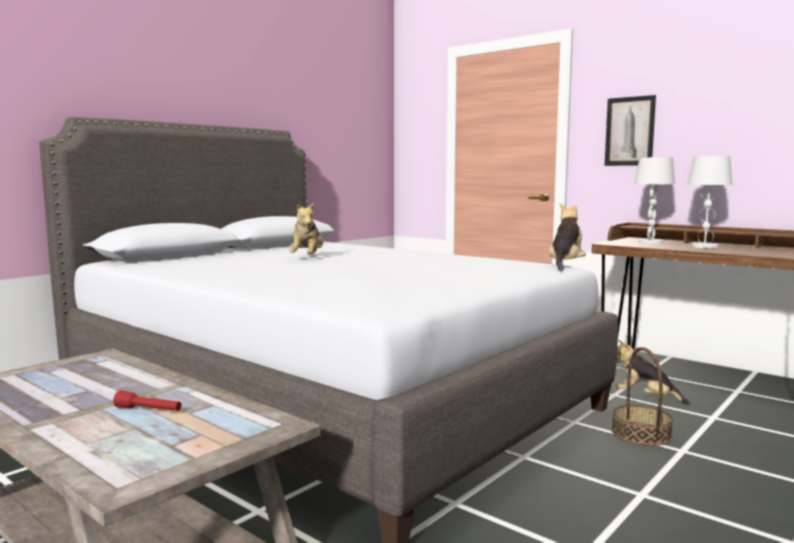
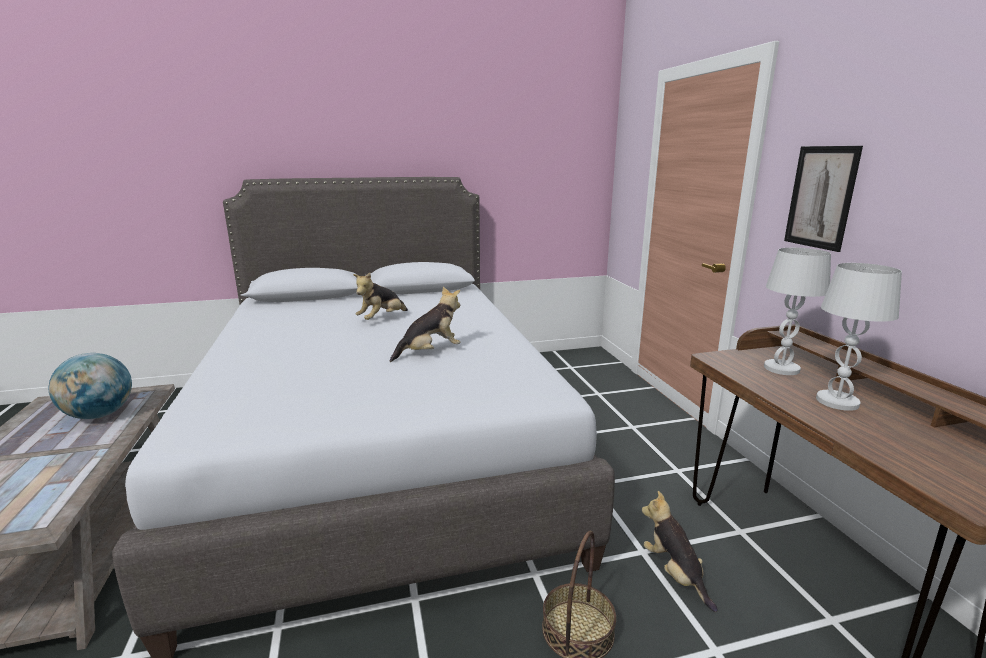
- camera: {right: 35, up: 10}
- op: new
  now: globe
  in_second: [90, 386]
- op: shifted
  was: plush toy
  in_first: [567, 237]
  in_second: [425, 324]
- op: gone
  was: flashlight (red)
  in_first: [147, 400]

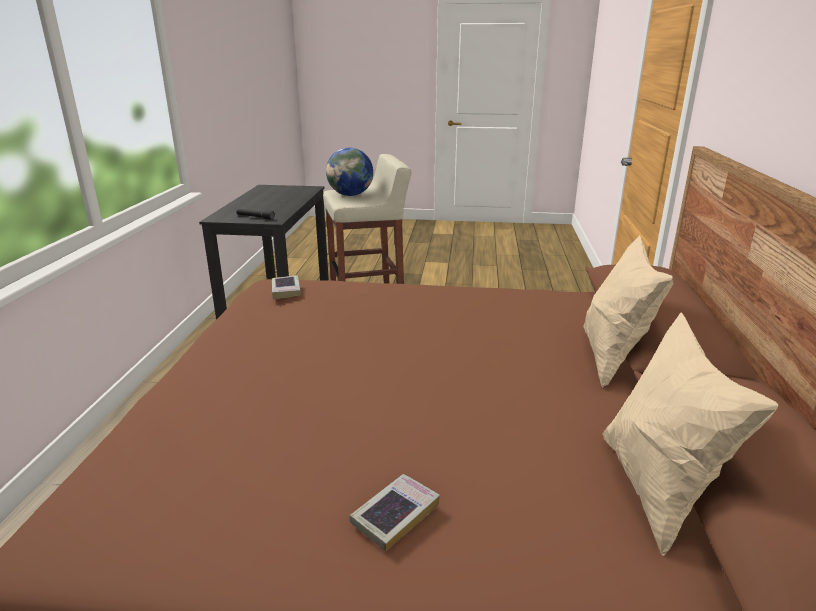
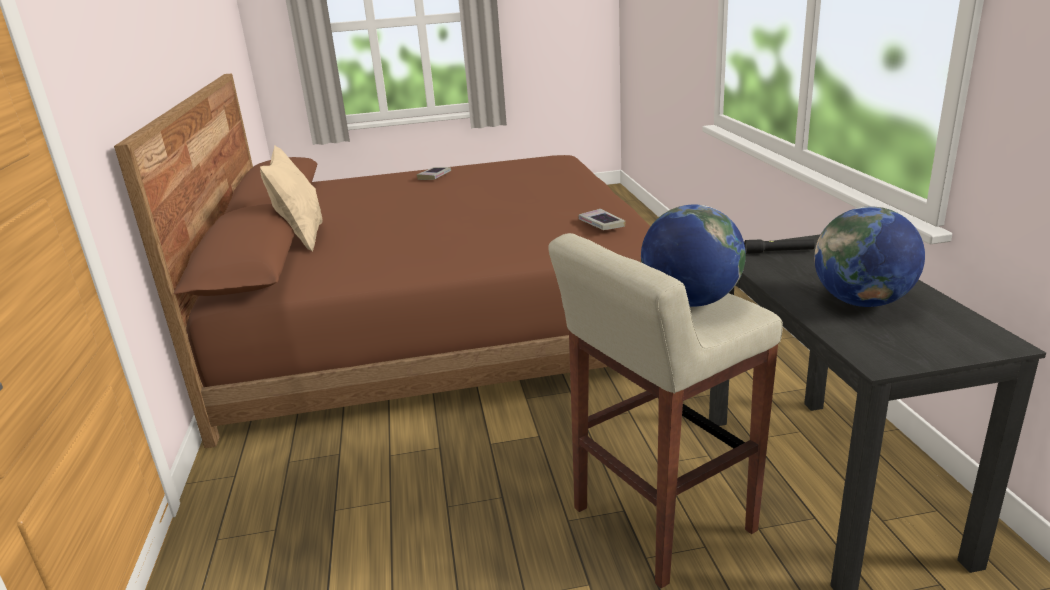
- camera: {right: 165, up: 0}
- op: new
  now: globe
  in_second: [869, 257]
- op: gone
  was: pillow (beige)
  in_first: [690, 434]

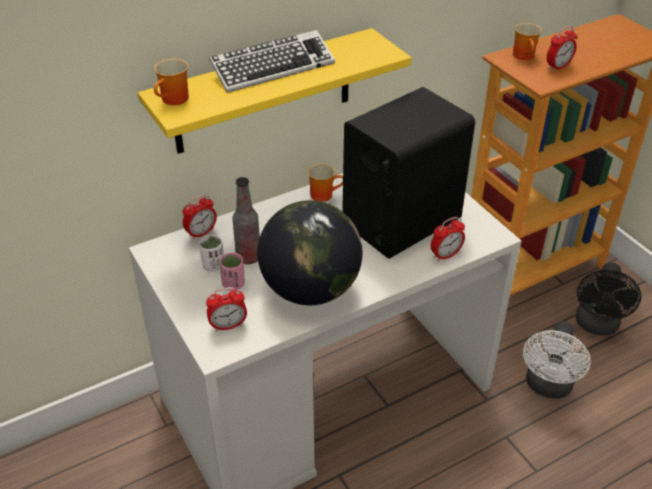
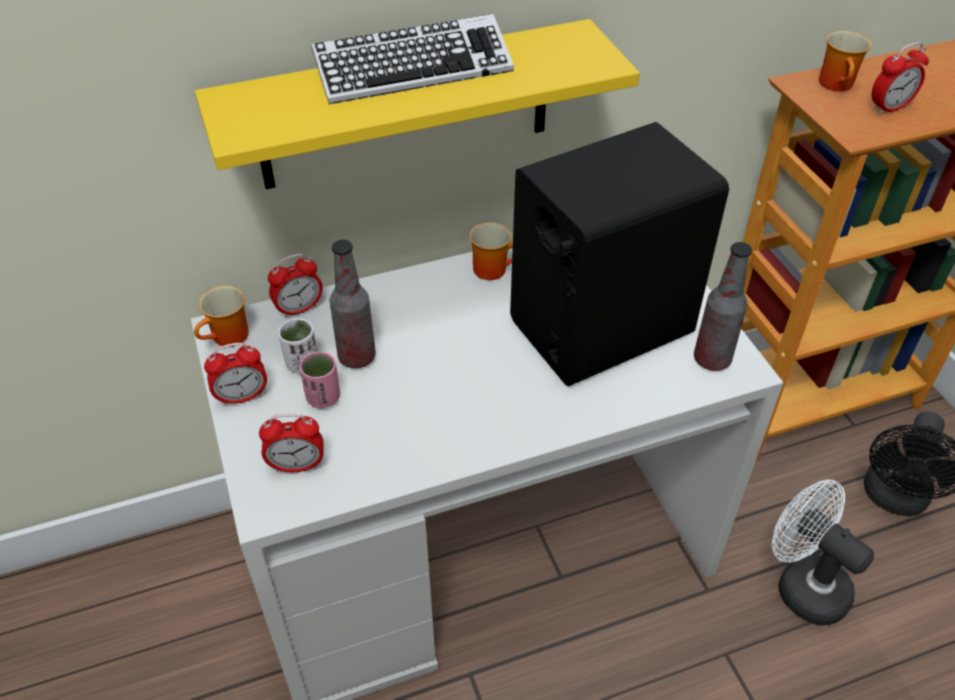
- camera: {right: 10, up: 5}
- op: shifted
  was: mug
  in_first: [171, 81]
  in_second: [221, 316]
- op: shifted
  was: alarm clock
  in_first: [448, 239]
  in_second: [235, 374]
- op: new
  now: bottle
  in_second: [723, 306]
- op: rotated
  was: fan (white)
  in_first: [557, 360]
  in_second: [823, 552]
  clockwise: 105
- op: gone
  was: globe
  in_first: [310, 252]

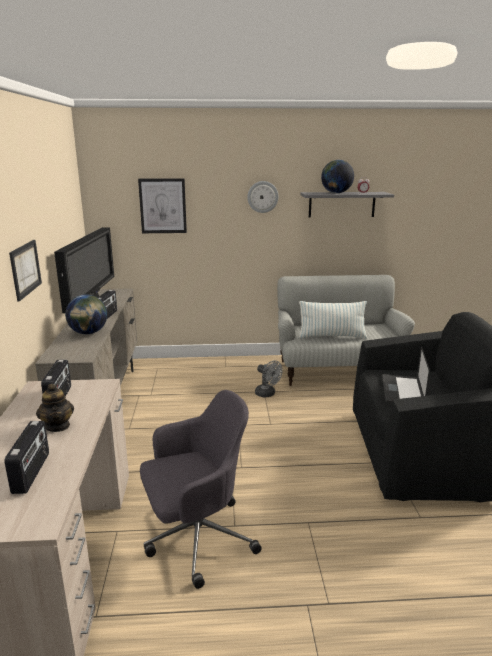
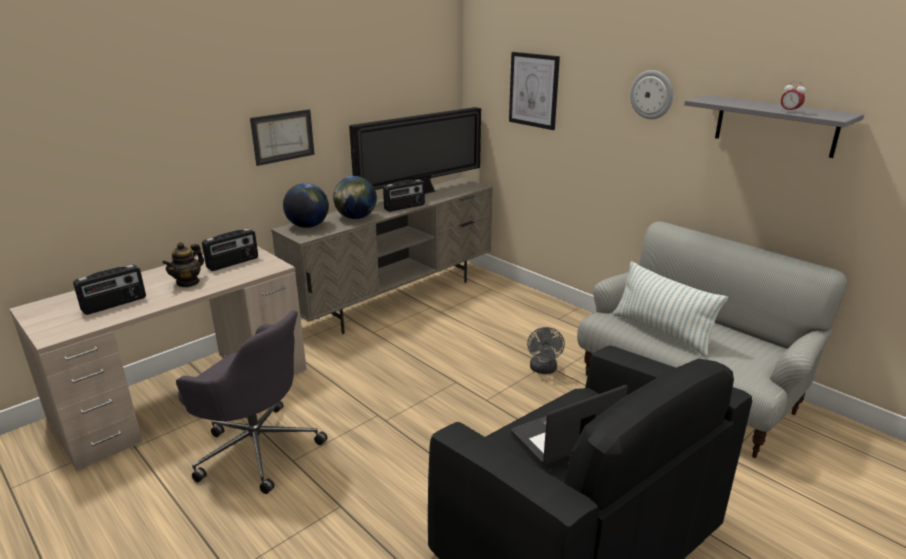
- camera: {right: 50, up: 5}
- op: shifted
  was: globe
  in_first: [337, 176]
  in_second: [306, 205]

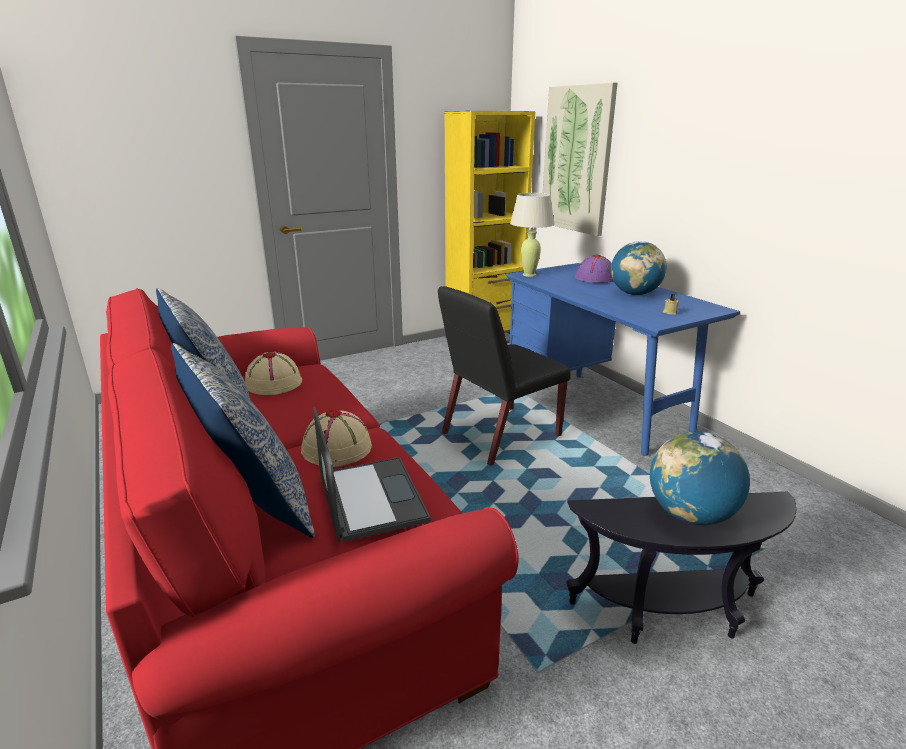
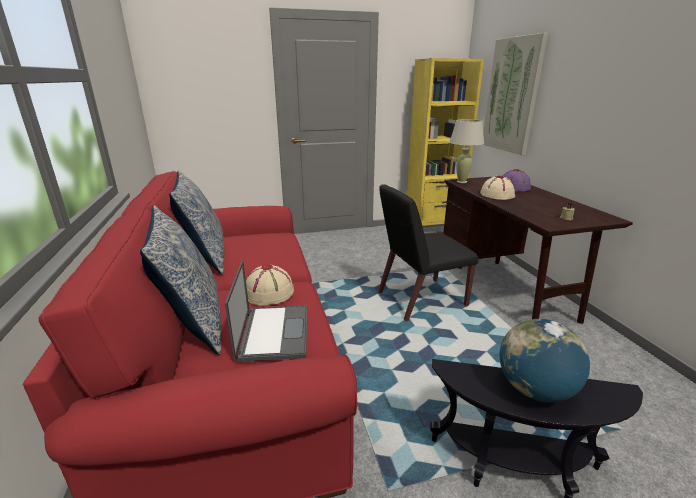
- camera: {right: 15, up: 0}
- op: repainted
  was: desk (blue)
  now: desk (brown)
  in_first: [623, 359]
  in_second: [538, 250]
- op: shifted
  was: hat (beige)
  in_first: [273, 373]
  in_second: [497, 188]
- op: gone
  was: globe
  in_first: [639, 268]

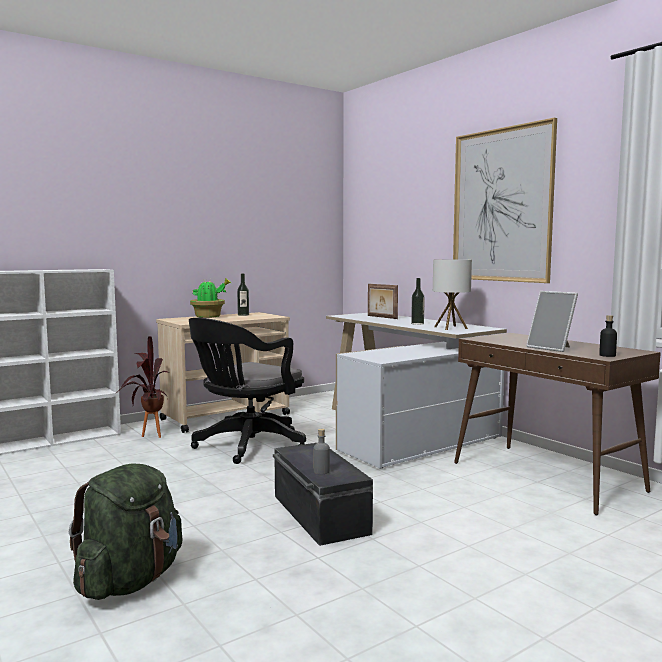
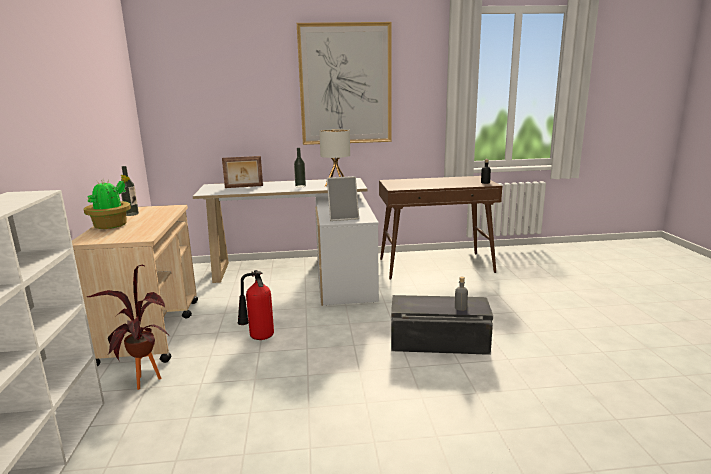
- camera: {right: -60, up: 10}
- op: swapped
  was: office chair (black)
  now: fire extinguisher
  in_first: [247, 391]
  in_second: [256, 305]
- op: shifted
  was: picture frame
  in_first: [552, 321]
  in_second: [343, 198]
- op: gone
  was: backpack (green)
  in_first: [125, 531]

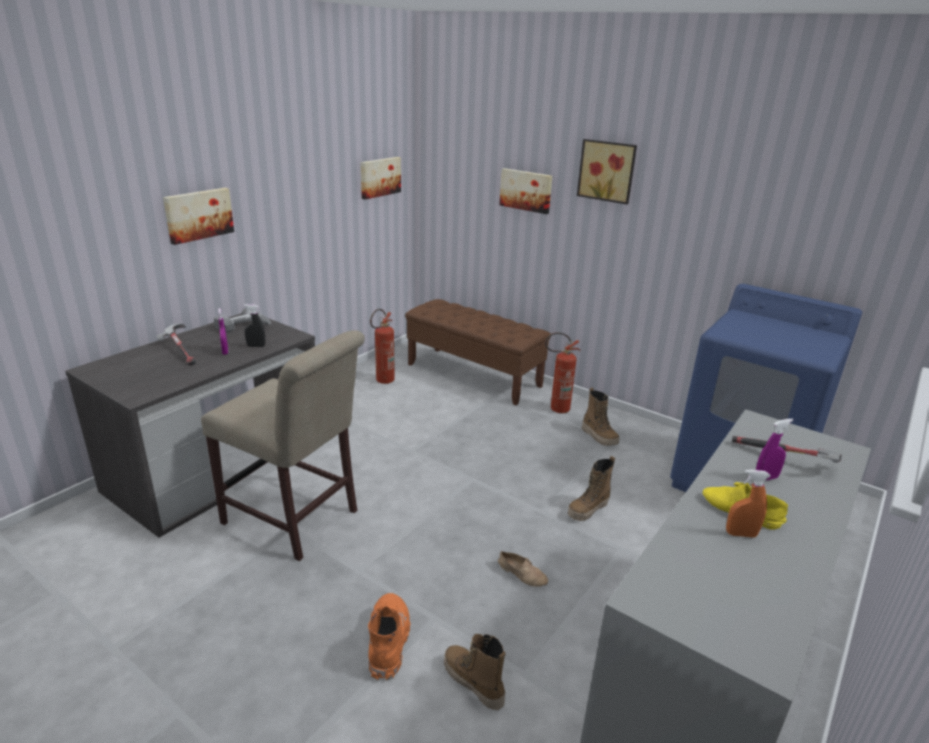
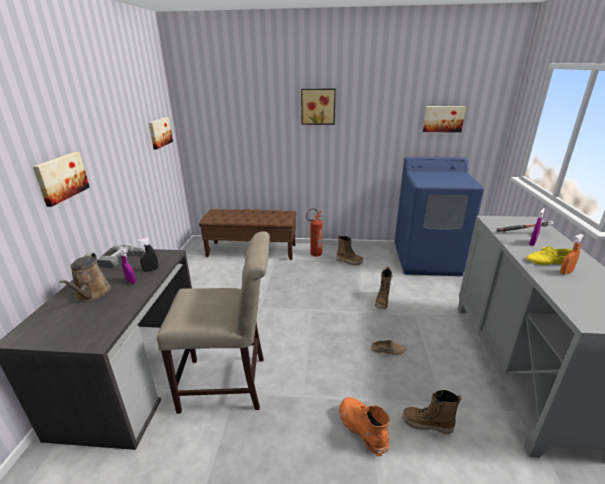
- camera: {right: -30, up: 0}
- op: swapped
  was: hammer
  now: watering can (brown)
  in_first: [176, 345]
  in_second: [85, 276]
- op: shifted
  was: picture
  in_first: [525, 191]
  in_second: [444, 119]
- op: gone
  was: fire extinguisher
  in_first: [382, 346]

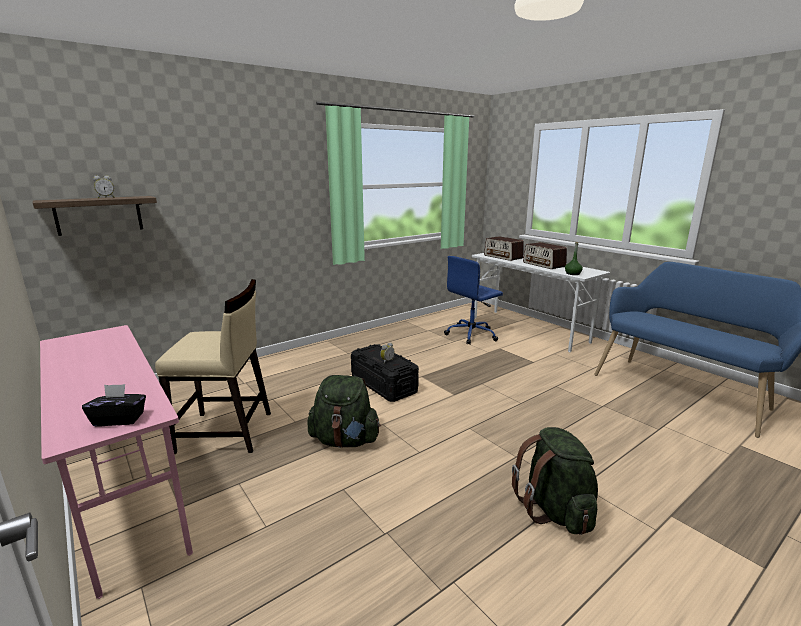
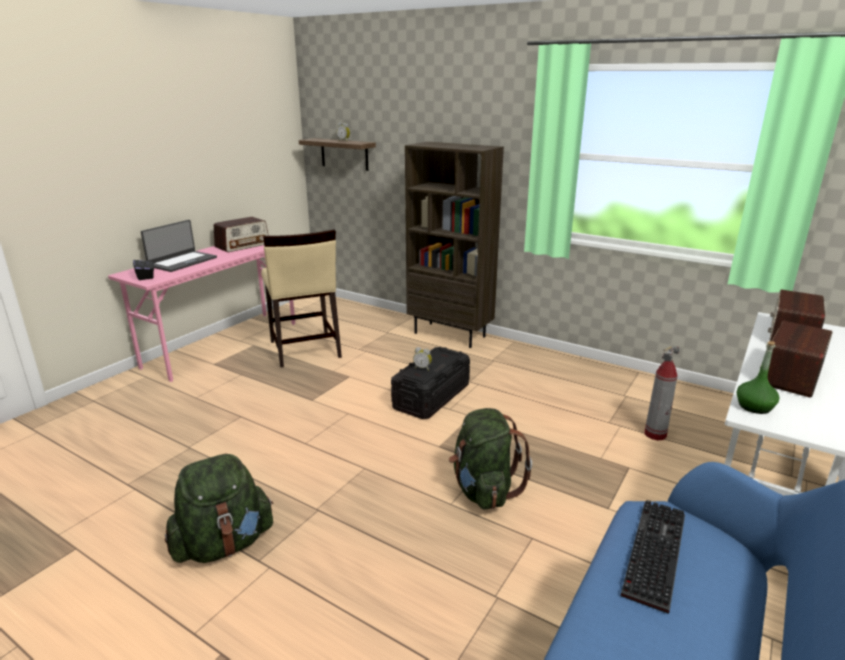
- camera: {right: 70, up: 5}
- op: new
  now: laptop
  in_second: [179, 246]
- op: new
  now: radio
  in_second: [241, 234]
- op: new
  now: bookcase (brown)
  in_second: [454, 245]
- op: shifted
  was: backpack (green)
  in_first: [344, 411]
  in_second: [490, 459]
- op: new
  now: keyboard
  in_second: [653, 557]
- op: swapped
  was: office chair (blue)
  now: fire extinguisher
  in_first: [473, 300]
  in_second: [662, 393]

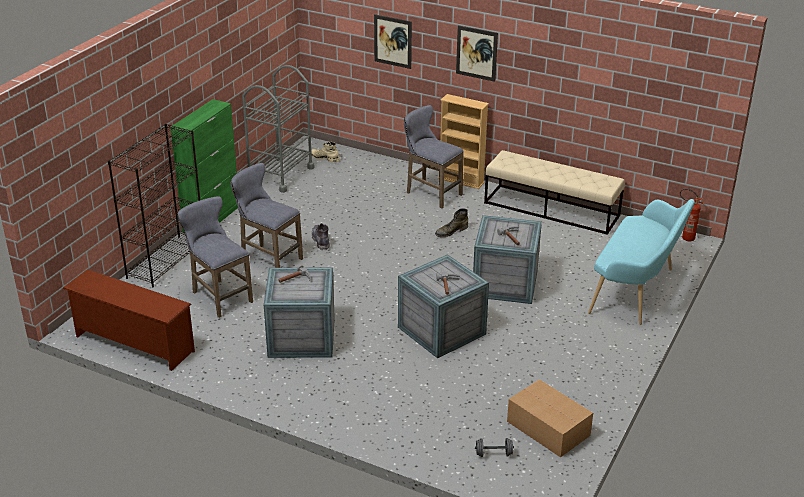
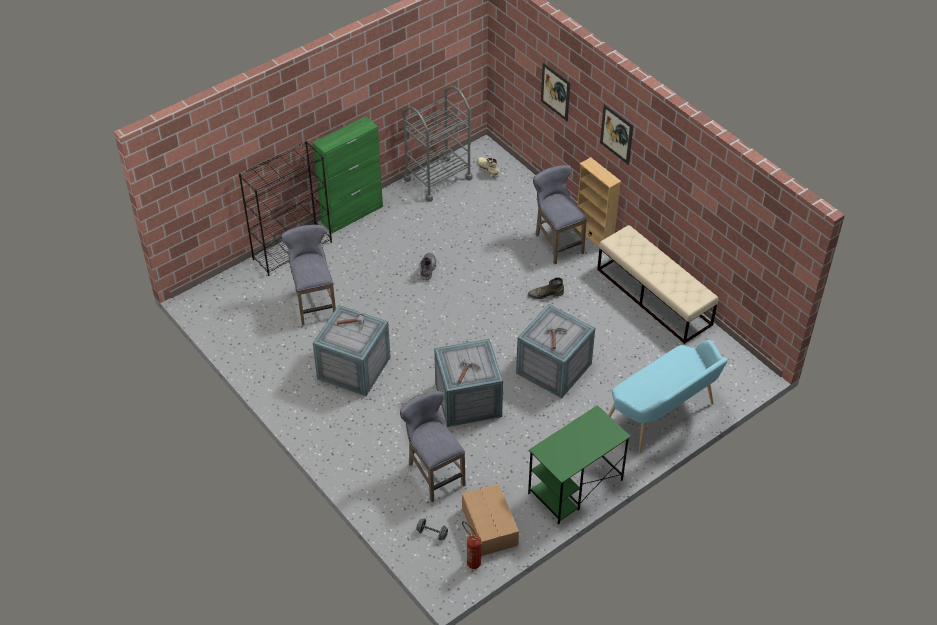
- camera: {right: 25, up: 15}
- op: shifted
  was: stool (grey)
  in_first: [267, 215]
  in_second: [433, 446]
- op: shifted
  was: fire extinguisher
  in_first: [692, 215]
  in_second: [472, 545]
- op: new
  now: desk (green)
  in_second: [579, 464]
- op: gone
  was: shoe rack (brown)
  in_first: [128, 320]

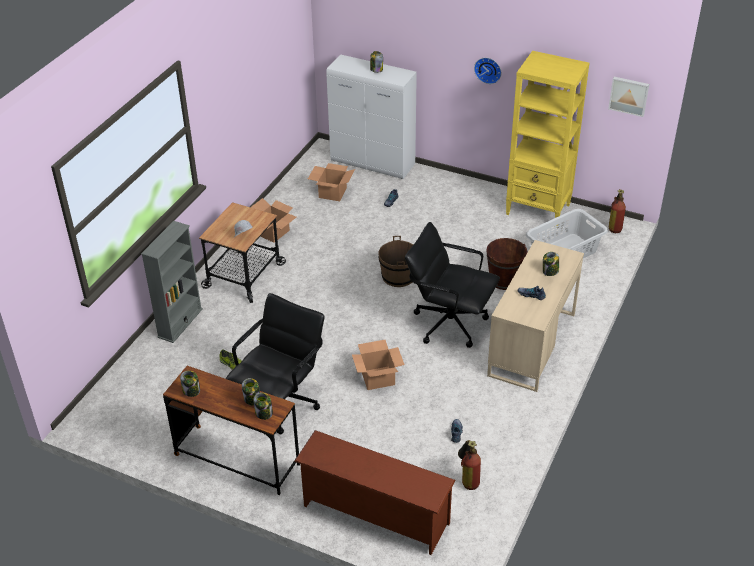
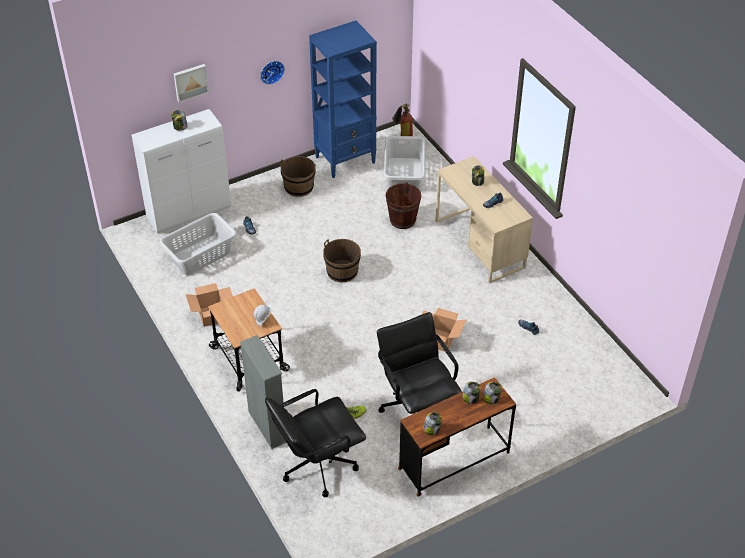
- camera: {right: -55, up: 5}
- op: swapped
  was: cardboard box
  now: laundry basket (grey)
  in_first: [331, 182]
  in_second: [198, 244]
- op: shifted
  was: picture
  in_first: [628, 97]
  in_second: [191, 83]
- op: shifted
  was: office chair (black)
  in_first: [452, 285]
  in_second: [315, 443]
- op: new
  now: bucket (brown)
  in_second: [298, 176]
- op: repainted
  was: bookcase (yellow)
  now: bookcase (blue)
  in_first: [547, 138]
  in_second: [343, 99]
- op: gone
  was: shoe rack (brown)
  in_first: [375, 492]
- op: gone
  was: fire extinguisher
  in_first: [469, 465]

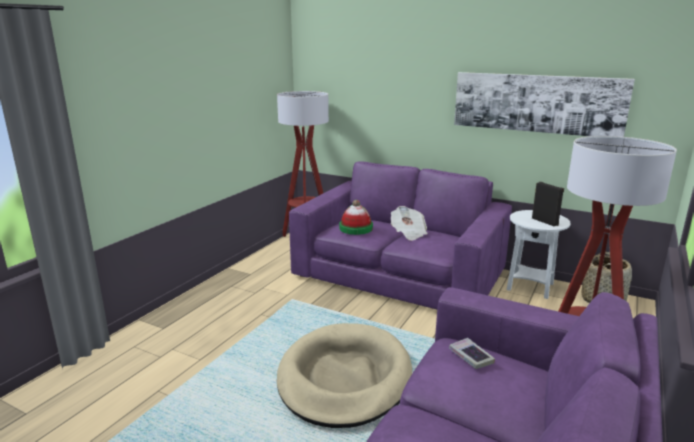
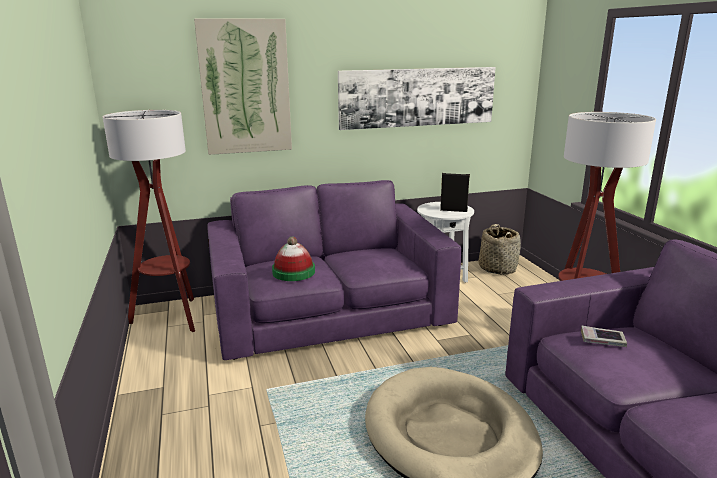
- camera: {right: -45, up: 0}
- op: new
  now: picture
  in_second: [243, 86]
- op: gone
  was: newspaper
  in_first: [409, 223]

